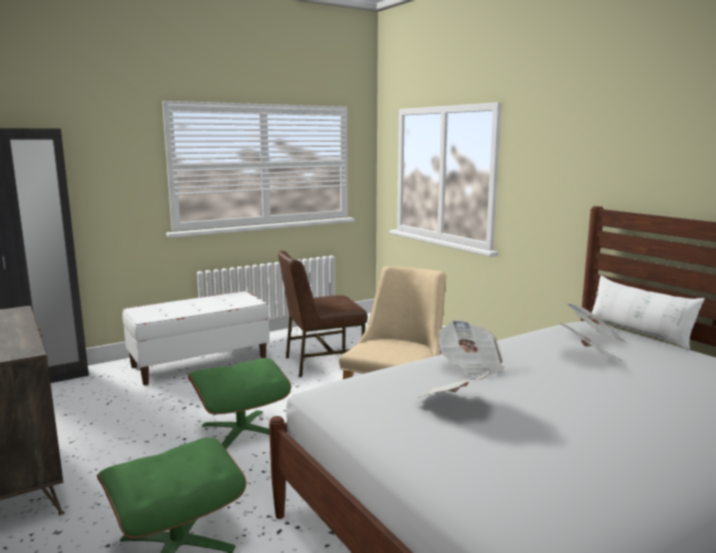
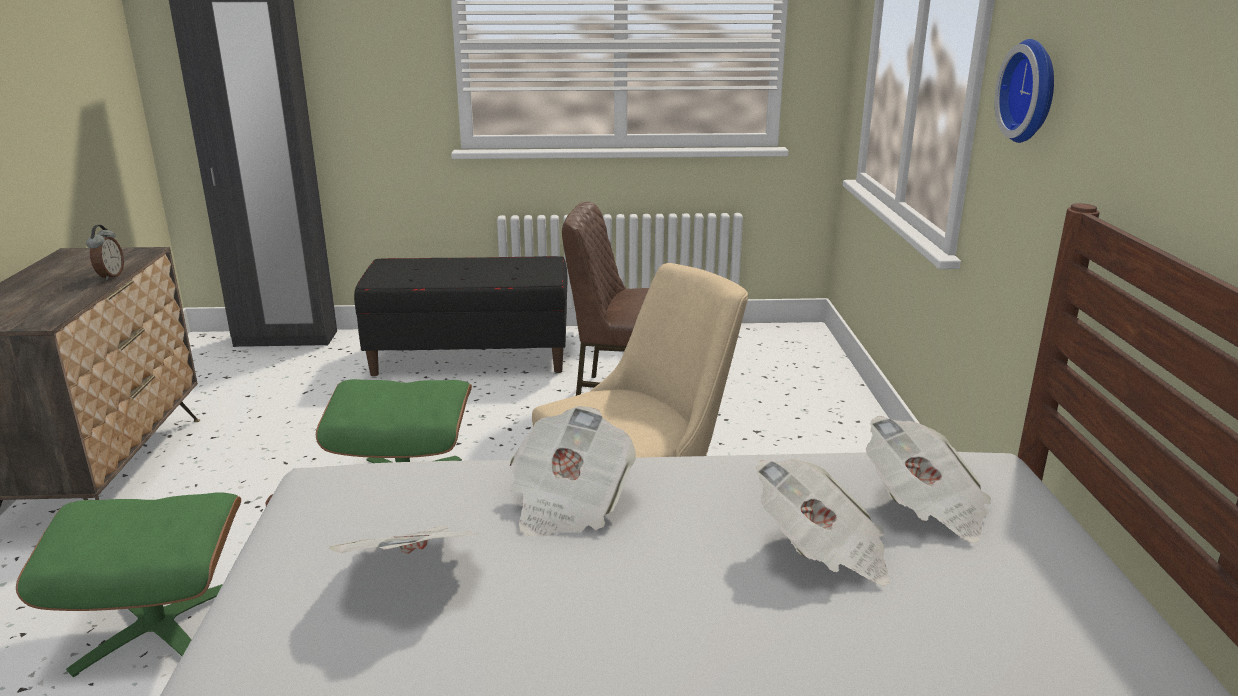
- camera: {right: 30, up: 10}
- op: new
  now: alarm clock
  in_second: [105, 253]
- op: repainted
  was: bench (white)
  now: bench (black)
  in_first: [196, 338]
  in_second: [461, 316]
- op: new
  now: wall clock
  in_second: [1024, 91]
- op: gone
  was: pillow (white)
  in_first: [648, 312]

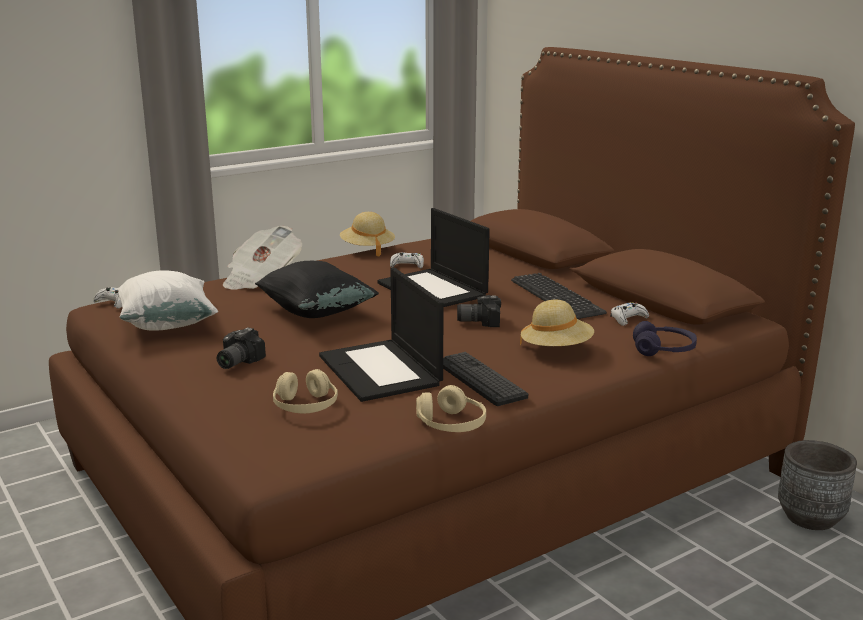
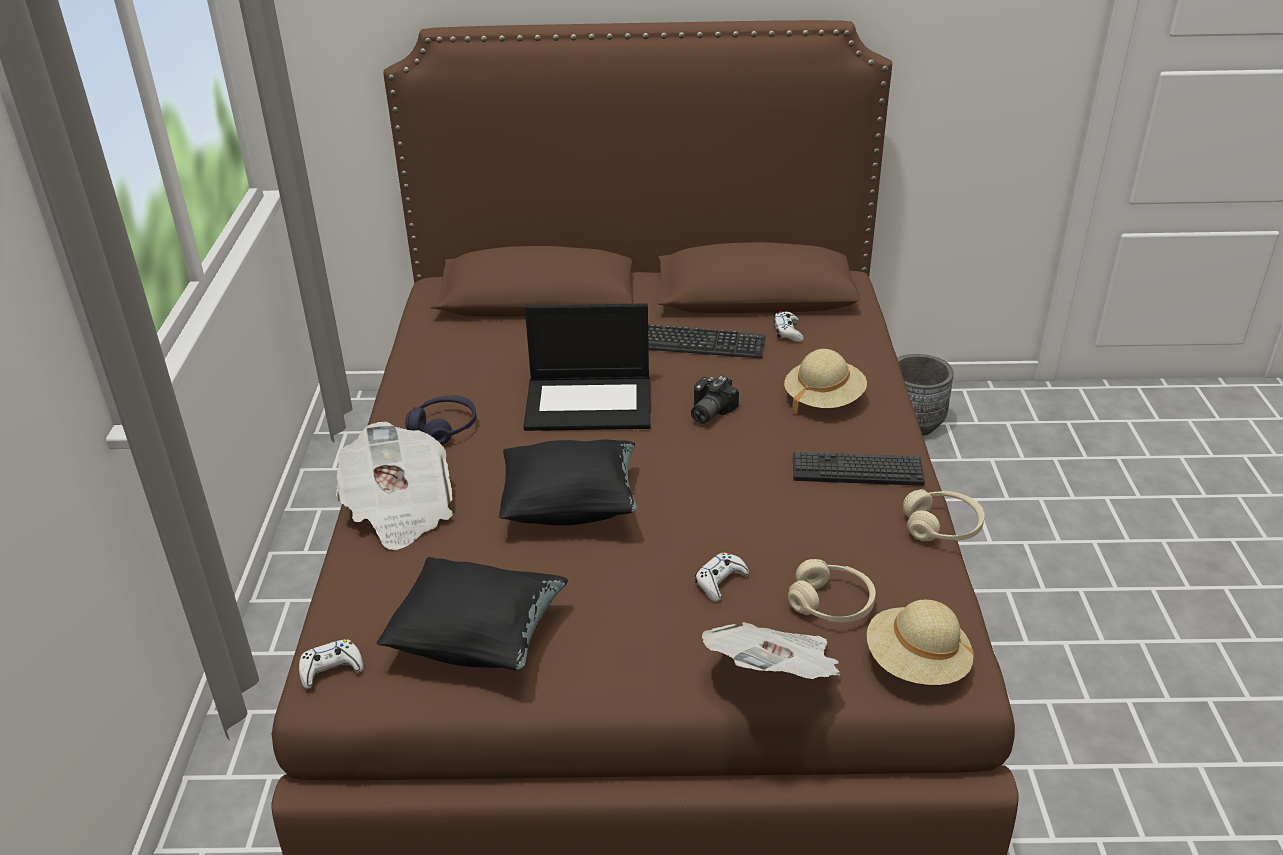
- camera: {right: -55, up: 15}
- op: repainted
  was: pillow (white)
  now: pillow (black)
  in_first: [167, 300]
  in_second: [472, 613]
- op: shifted
  was: headphones (purple)
  in_first: [665, 338]
  in_second: [440, 420]
- op: shifted
  was: game controller (white)
  in_first: [407, 260]
  in_second: [722, 577]
- op: new
  now: newspaper
  in_second: [771, 650]
- op: shifted
  was: hat (beige)
  in_first: [367, 234]
  in_second: [920, 642]
- op: gone
  was: photo camera
  in_first: [241, 348]
- op: gone
  was: laptop
  in_first: [381, 334]

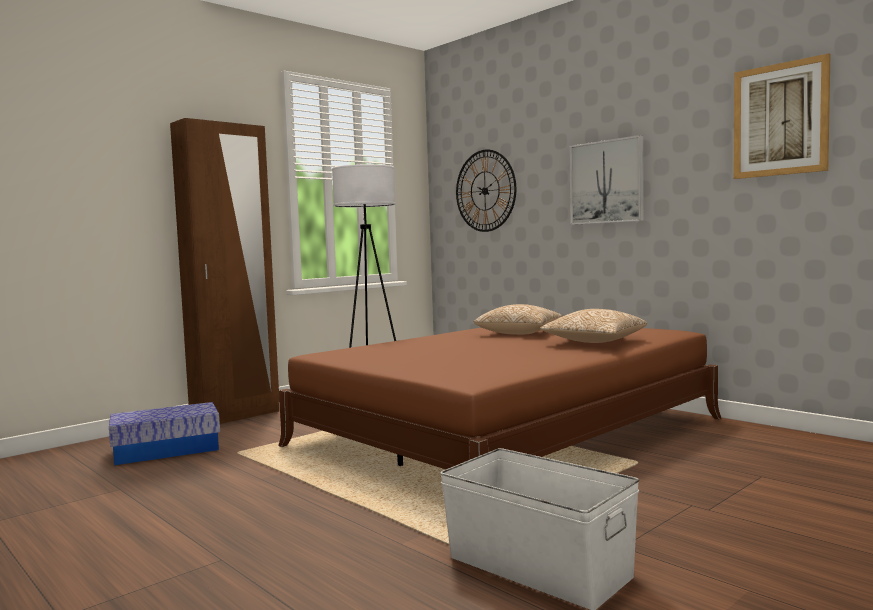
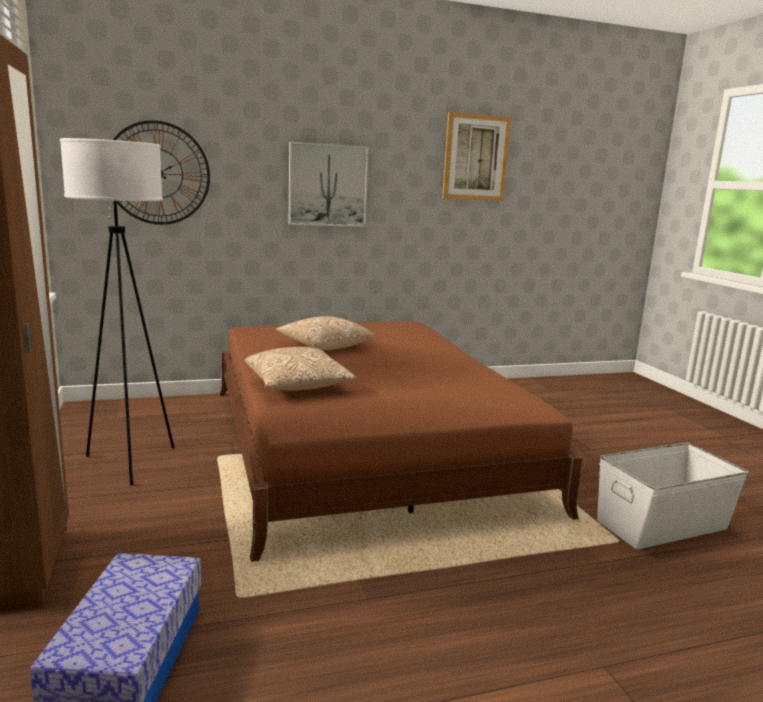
- camera: {right: -65, up: 10}
- op: shifted
  was: pillow
  in_first: [593, 326]
  in_second: [301, 369]

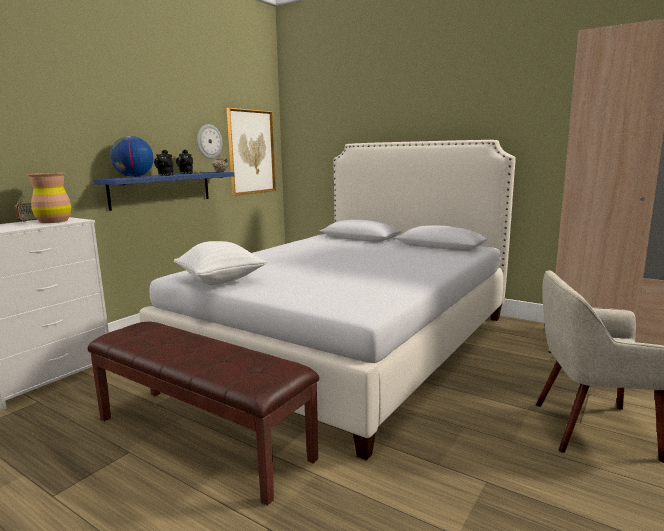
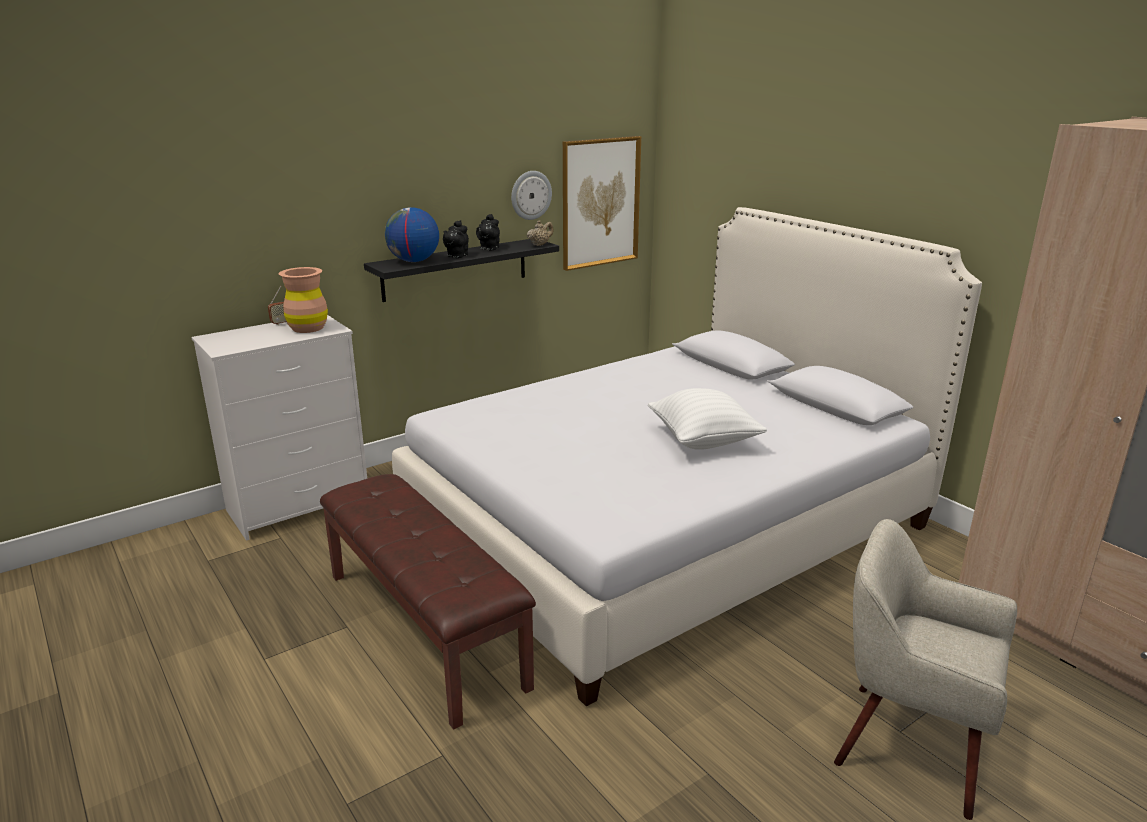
- camera: {right: 20, up: 10}
- op: repainted
  was: shelf (blue)
  now: shelf (black)
  in_first: [164, 191]
  in_second: [461, 270]
- op: shifted
  was: pillow (white)
  in_first: [220, 263]
  in_second: [707, 419]

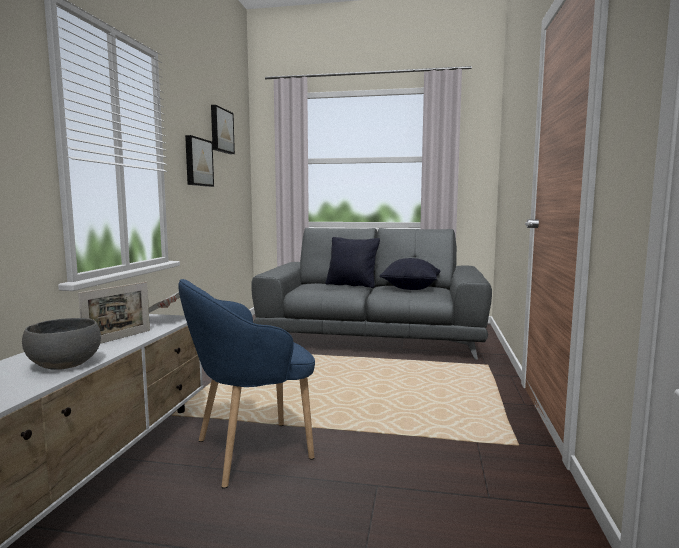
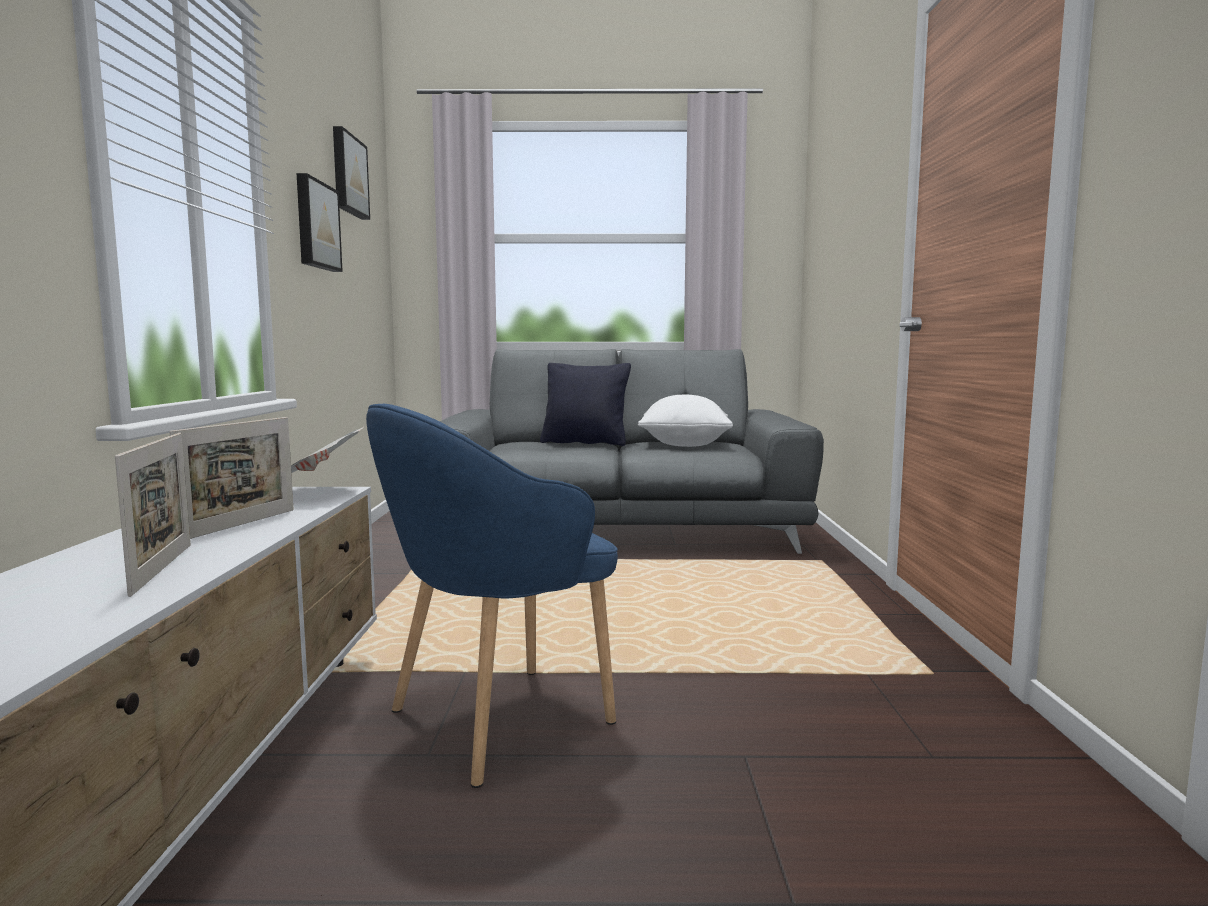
- camera: {right: -10, up: 0}
- op: swapped
  was: bowl (grey)
  now: picture frame
  in_first: [61, 344]
  in_second: [152, 515]
- op: repainted
  was: pillow (black)
  now: pillow (white)
  in_first: [410, 274]
  in_second: [685, 421]

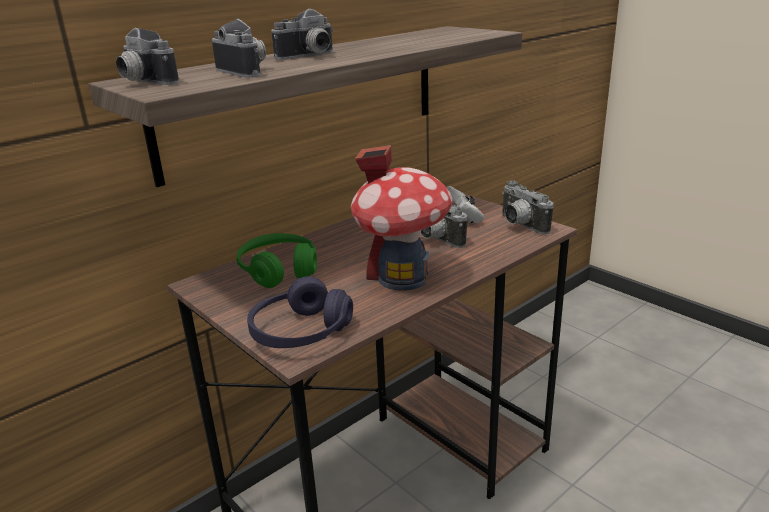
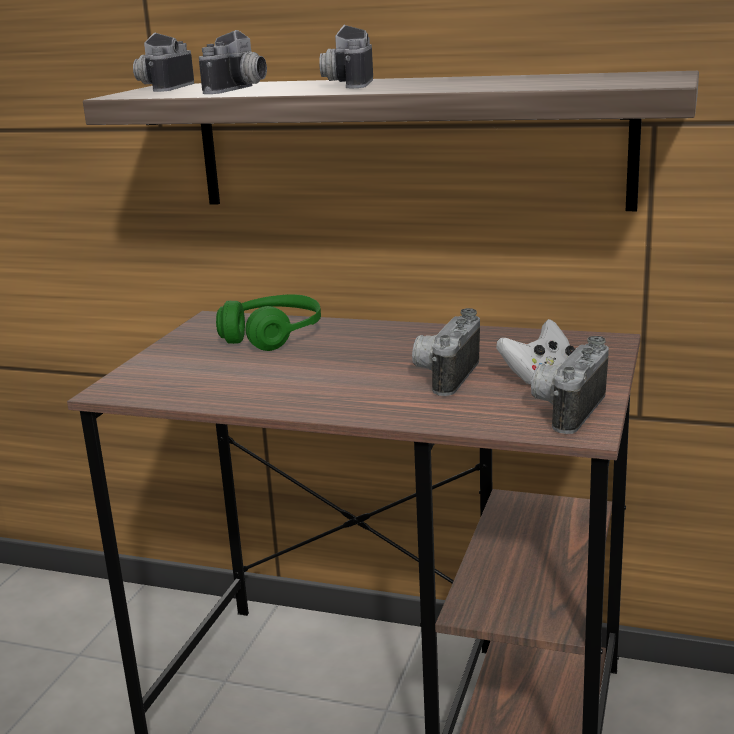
- camera: {right: 60, up: -5}
- op: rotated
  was: photo camera
  in_first: [302, 34]
  in_second: [346, 56]
  clockwise: 75
- op: gone
  was: headphones (purple)
  in_first: [300, 312]
- op: gone
  was: toy house
  in_first: [401, 218]

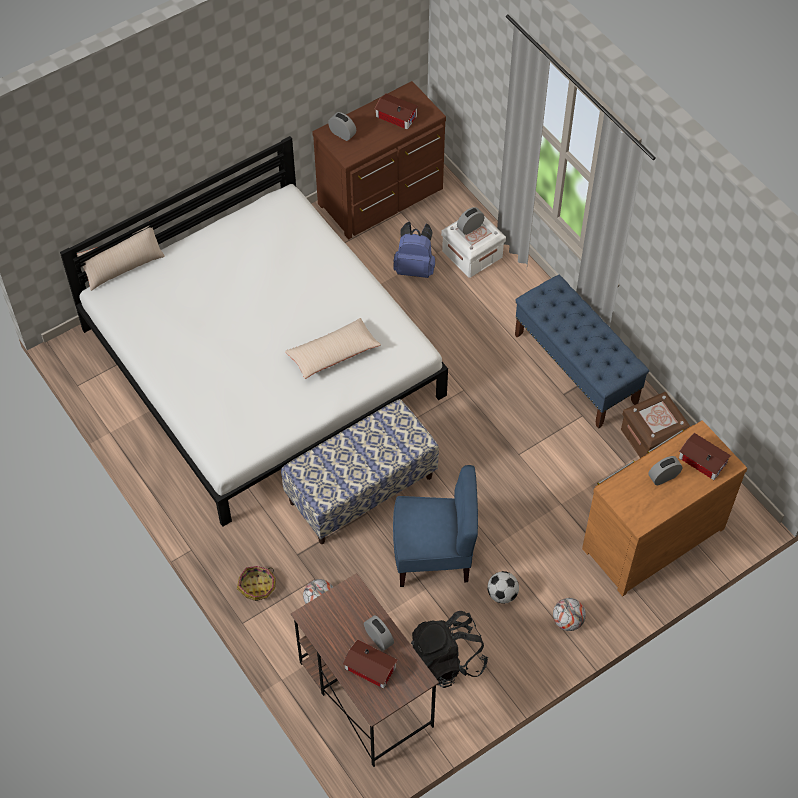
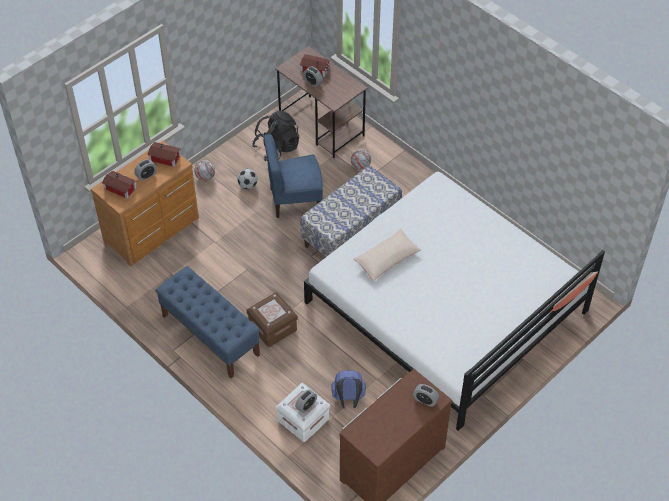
- camera: {right: 170, up: -5}
- op: shifted
  was: toy house
  in_first: [396, 111]
  in_second: [164, 154]
- op: shifted
  was: storage box (brown)
  in_first: [656, 425]
  in_second: [272, 319]
- op: gone
  was: basket
  in_first: [256, 583]

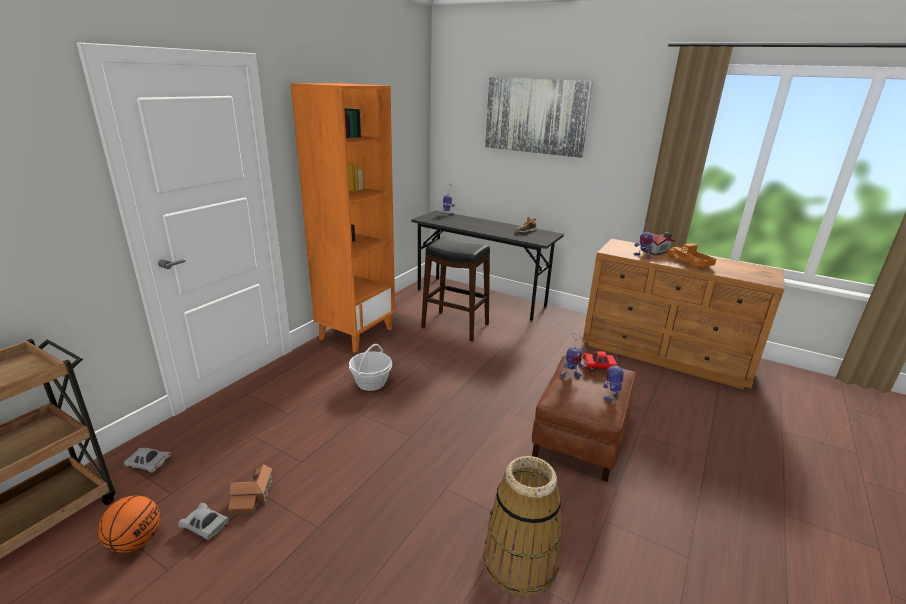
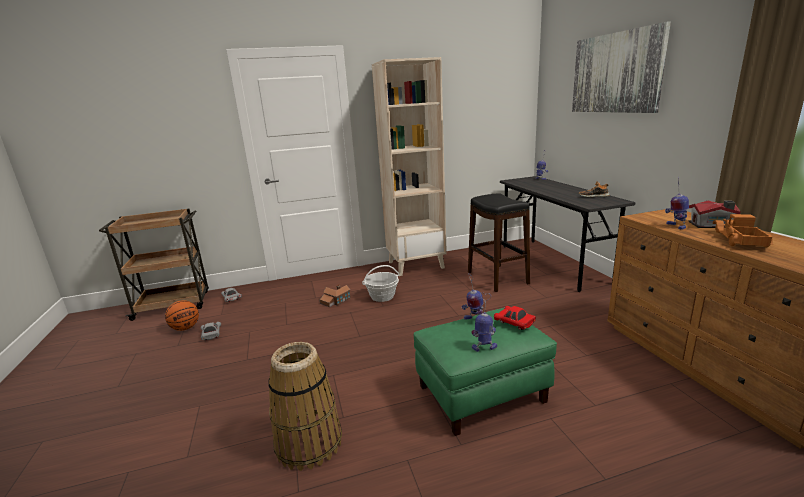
- camera: {right: 45, up: -5}
- op: shifted
  was: toy house
  in_first: [250, 490]
  in_second: [335, 295]
- op: repainted
  was: bookcase (orange)
  now: bookcase (beige)
  in_first: [343, 218]
  in_second: [409, 166]
- op: repainted
  was: ottoman (brown)
  now: ottoman (green)
  in_first: [583, 418]
  in_second: [485, 372]

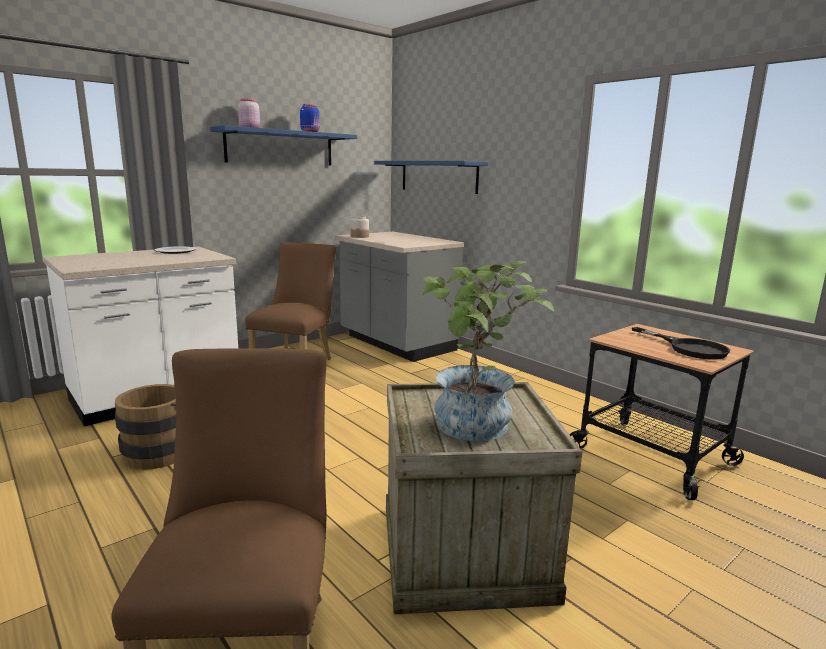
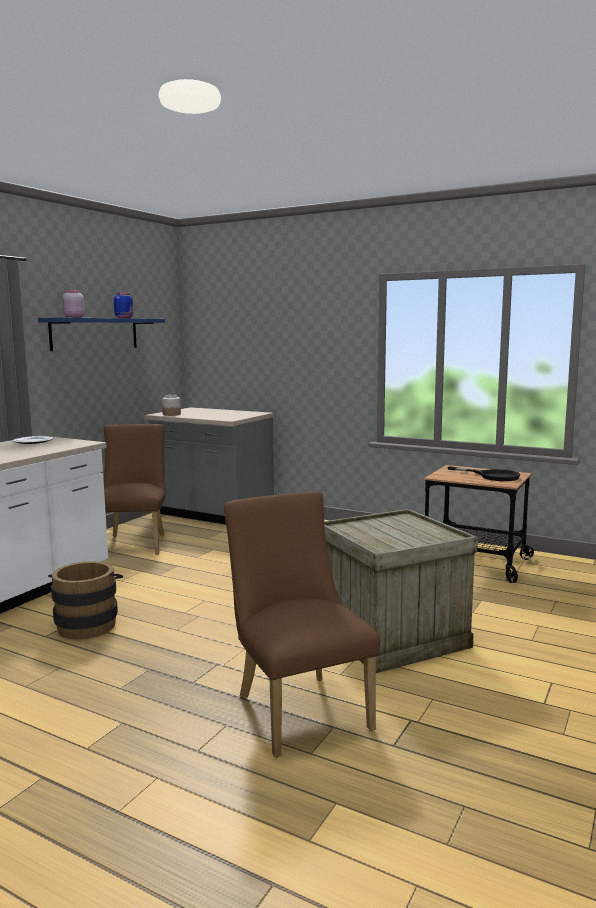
- camera: {right: -20, up: -5}
- op: gone
  was: shelf (blue)
  in_first: [431, 177]
- op: gone
  was: potted plant
  in_first: [488, 351]

